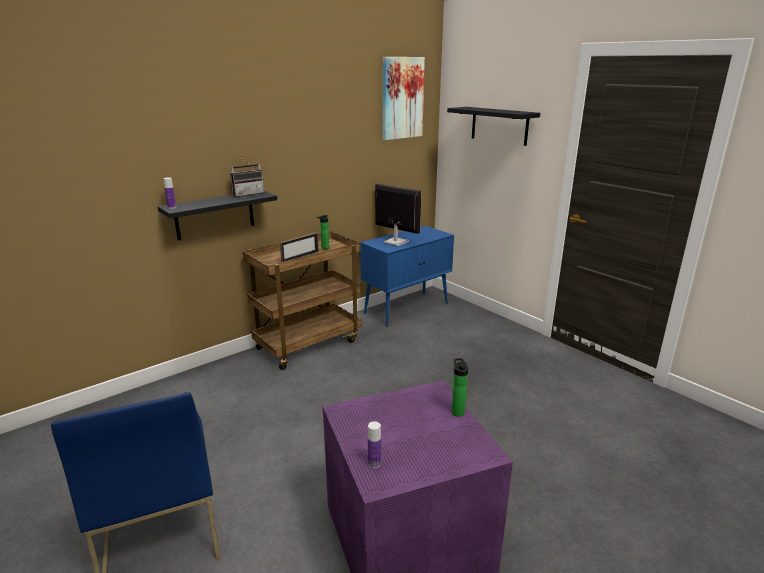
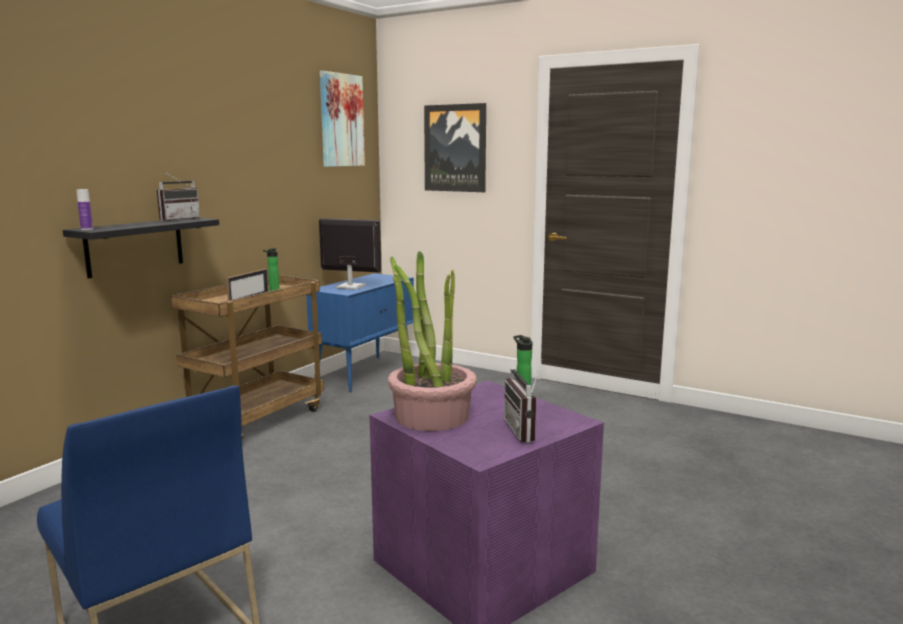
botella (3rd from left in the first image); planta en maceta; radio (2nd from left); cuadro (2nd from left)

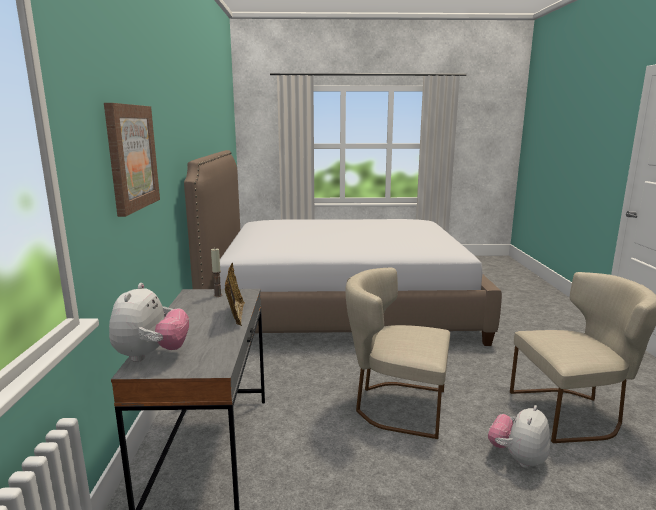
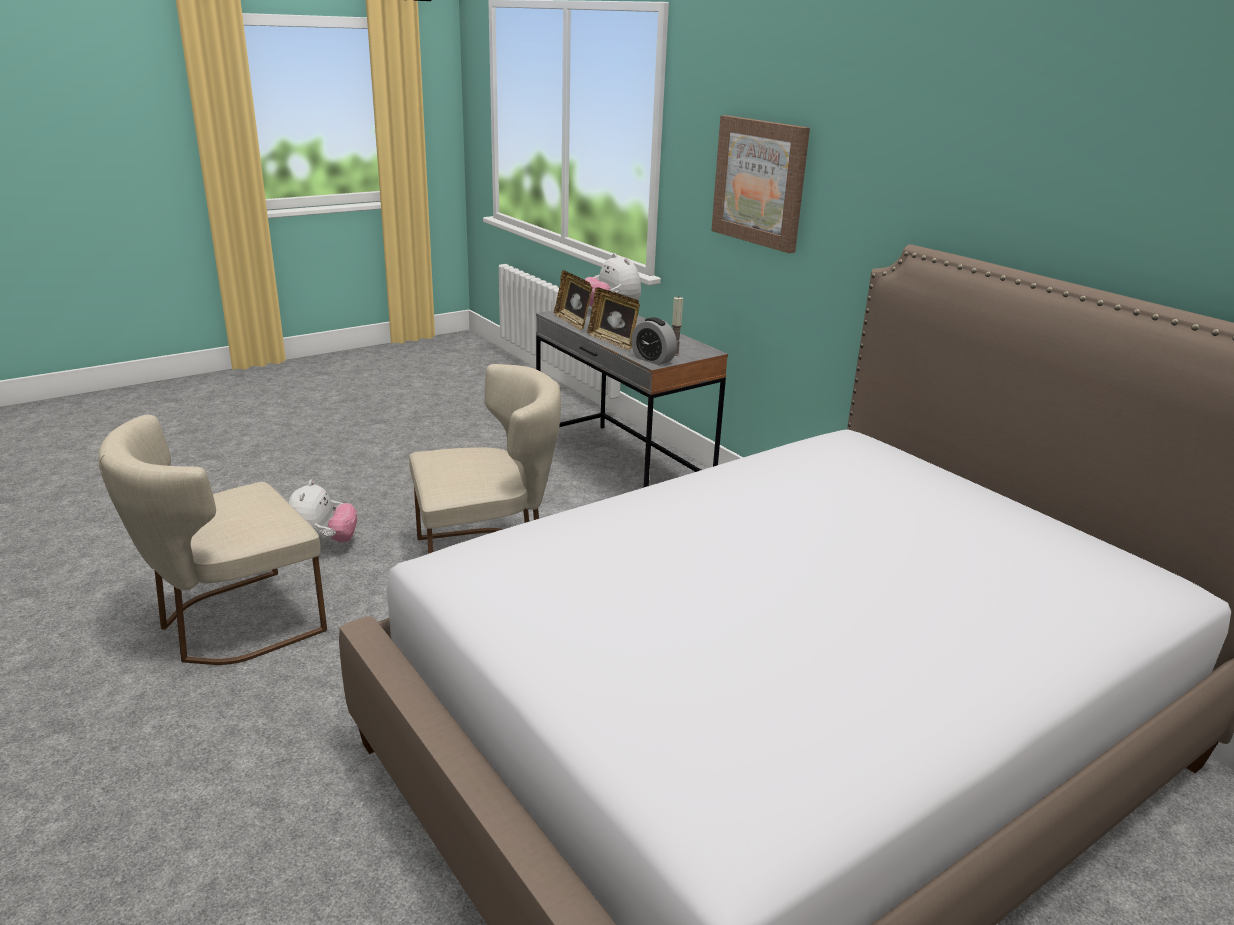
portarretratos (1st from left); despertador

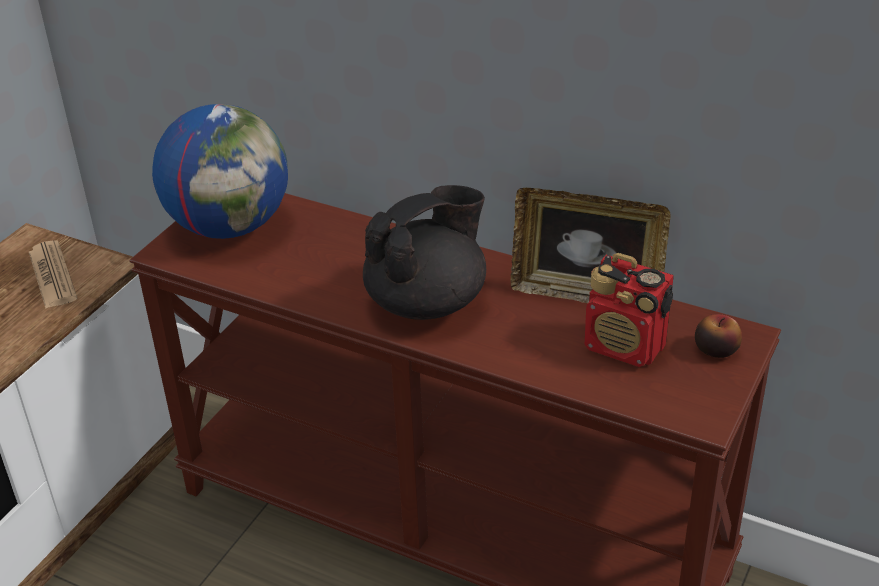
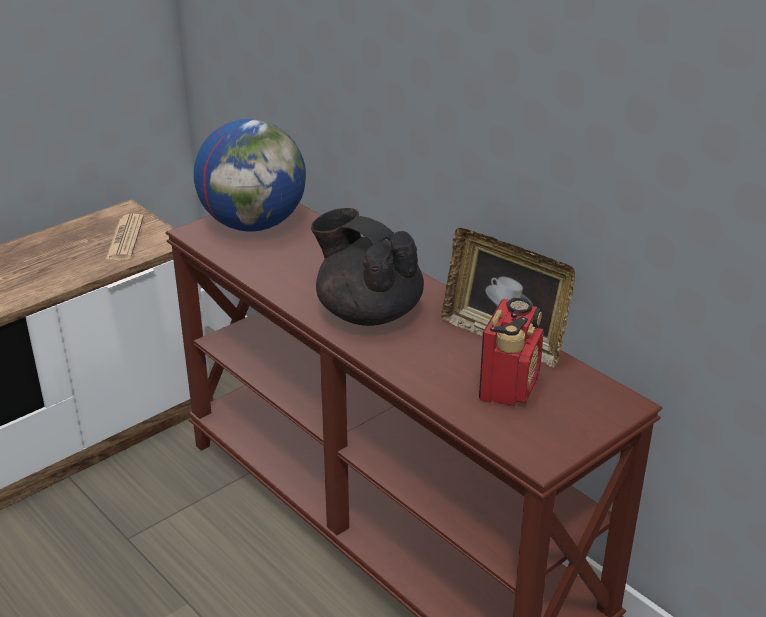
manzana; tetera/negro; radio

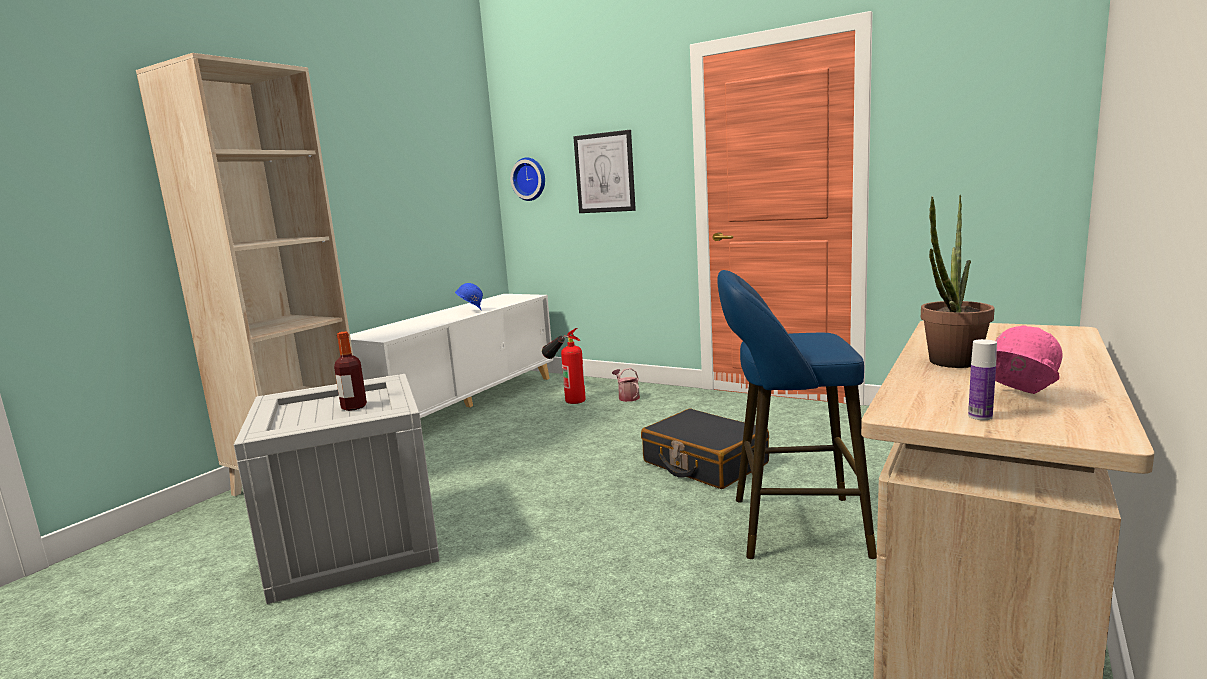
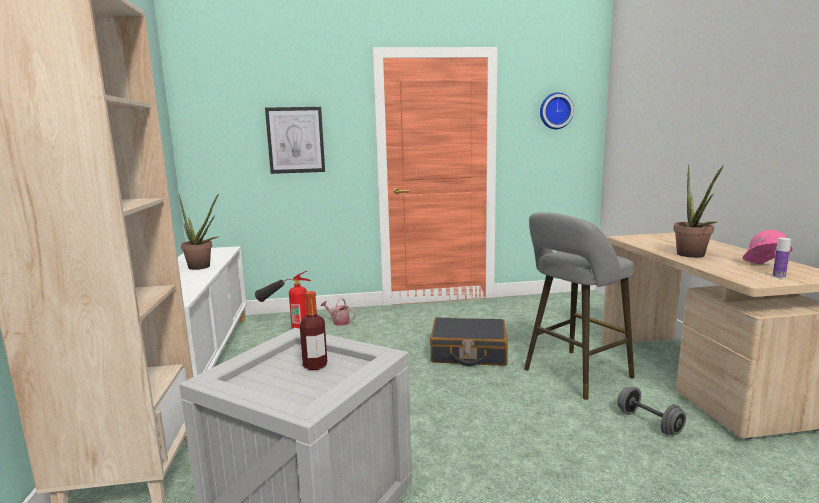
mancuerna/gris; reloj de pared; planta en maceta (1st from left); taburete/gris

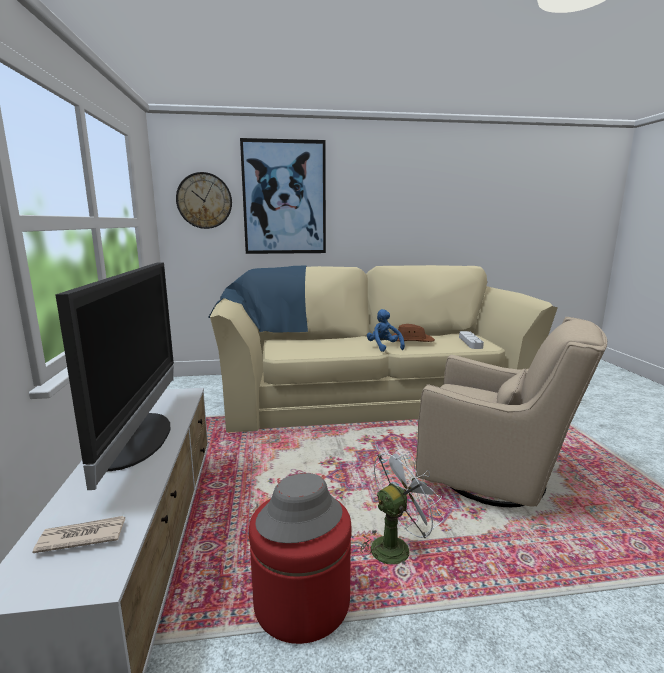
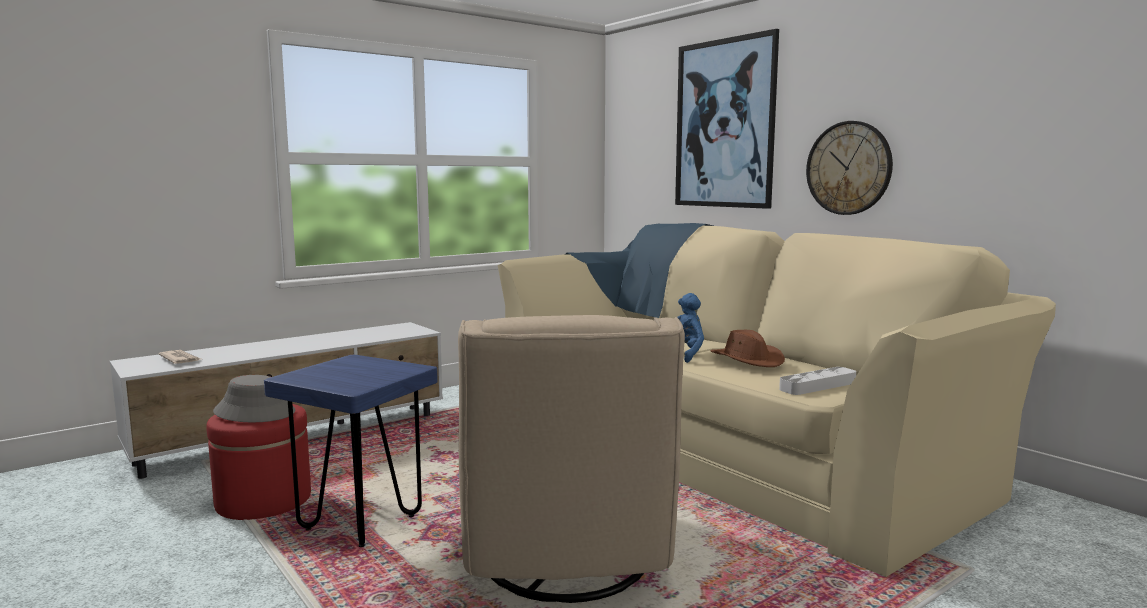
televisor; reloj de pared; taburete/azul

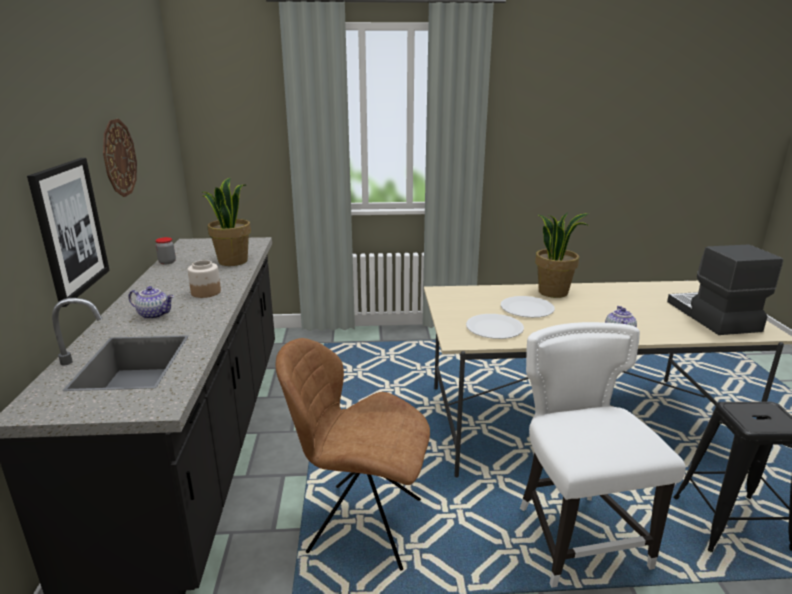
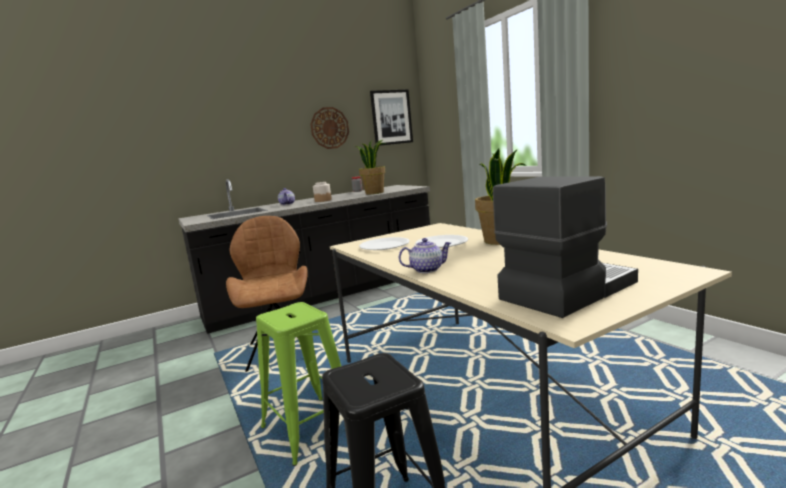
cuadro; taburete/verde

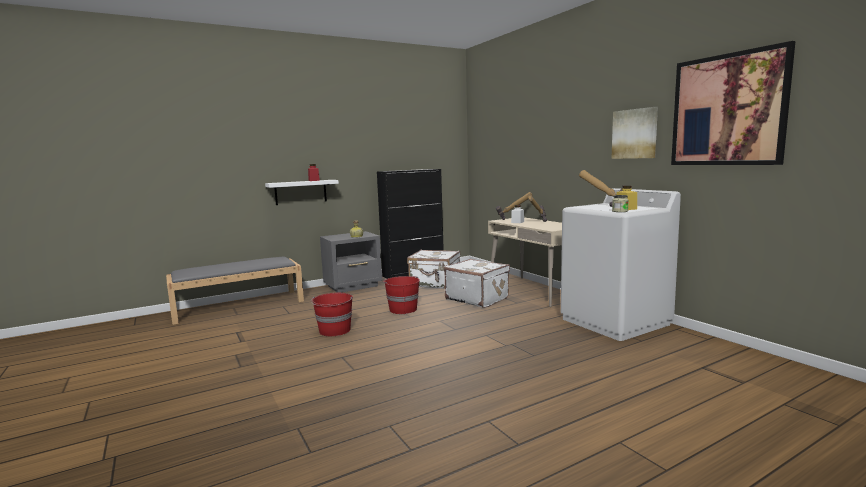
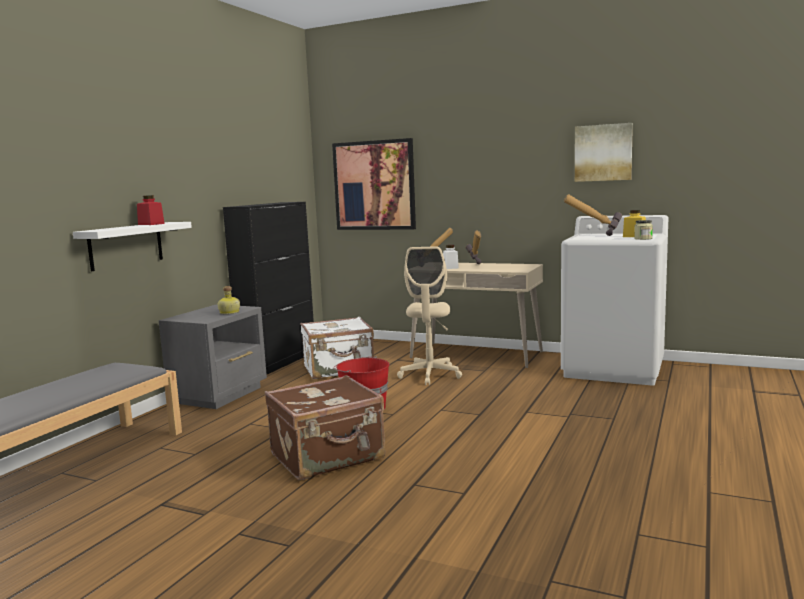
cuadro (1st from left); maleta/marrón; silla de oficina/beis

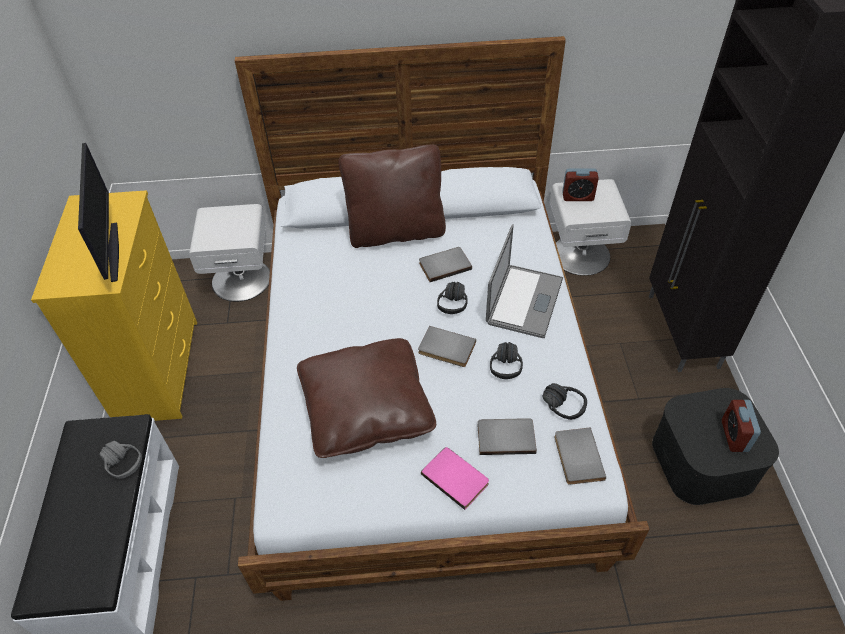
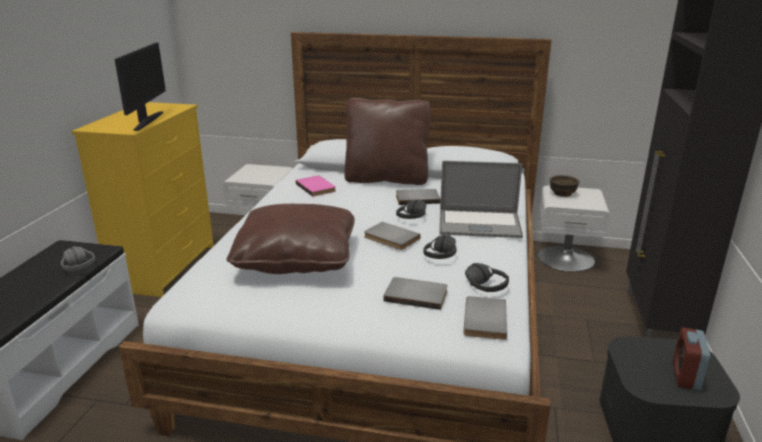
libro/rosa; cuenco/marrón; portátil

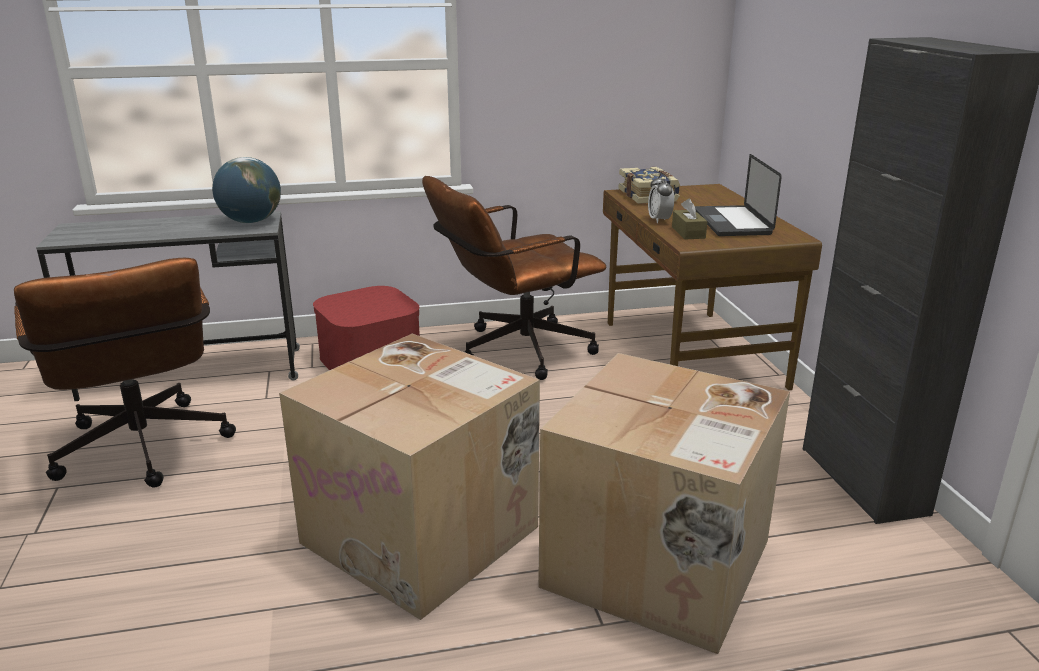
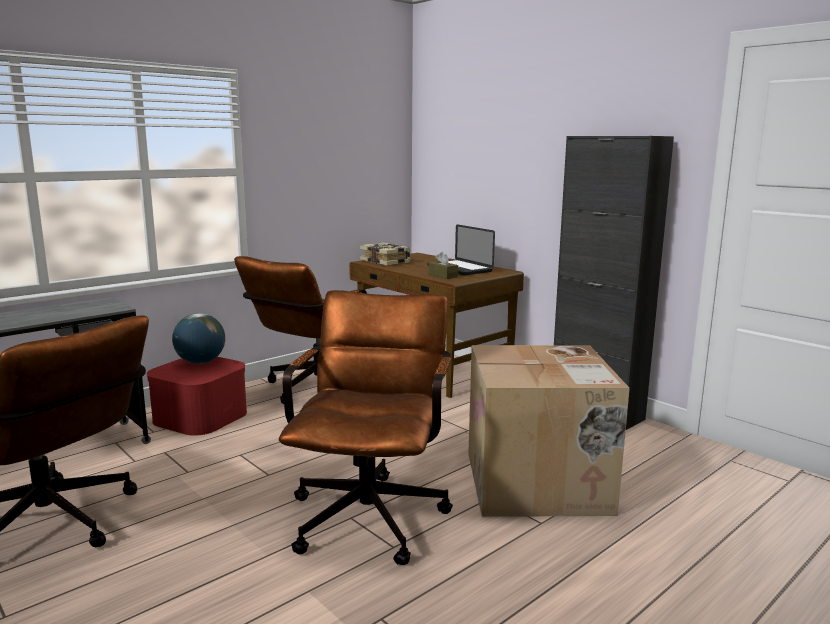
despertador; globo terráqueo; silla de oficina/marrón (3rd from left)

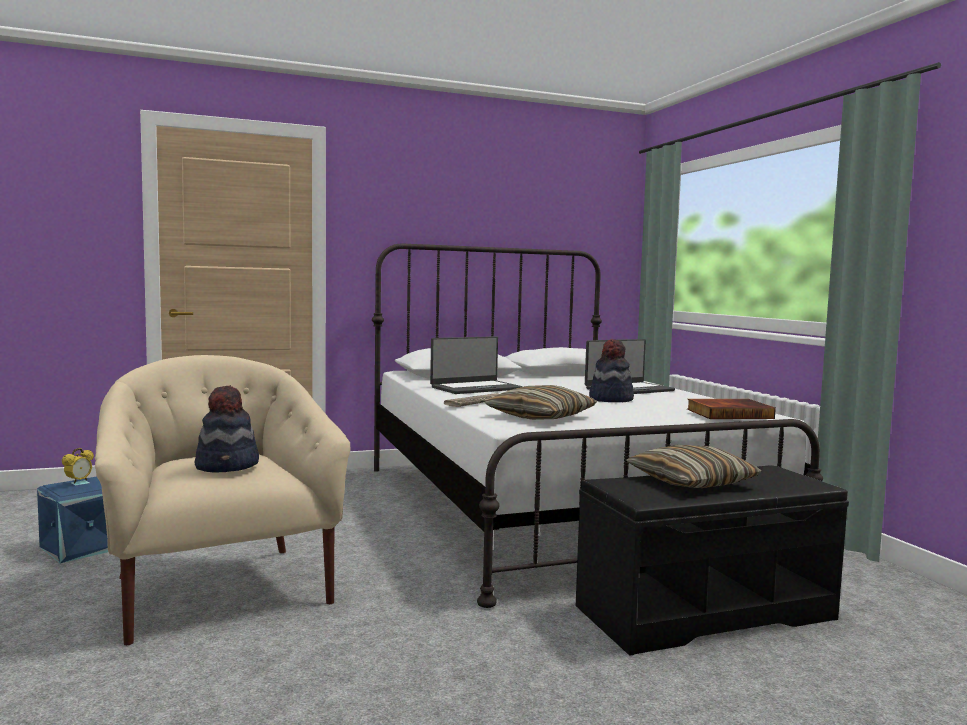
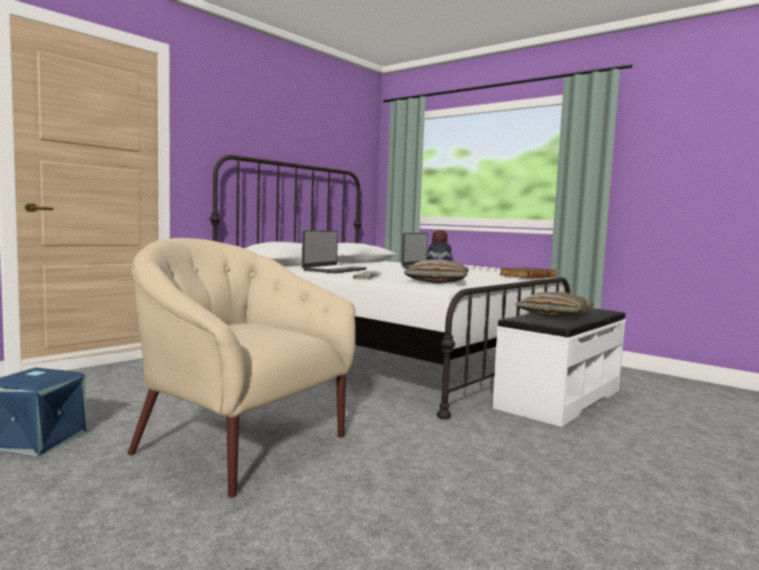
despertador; sombrero (1st from left in the first image); banco/blanco

